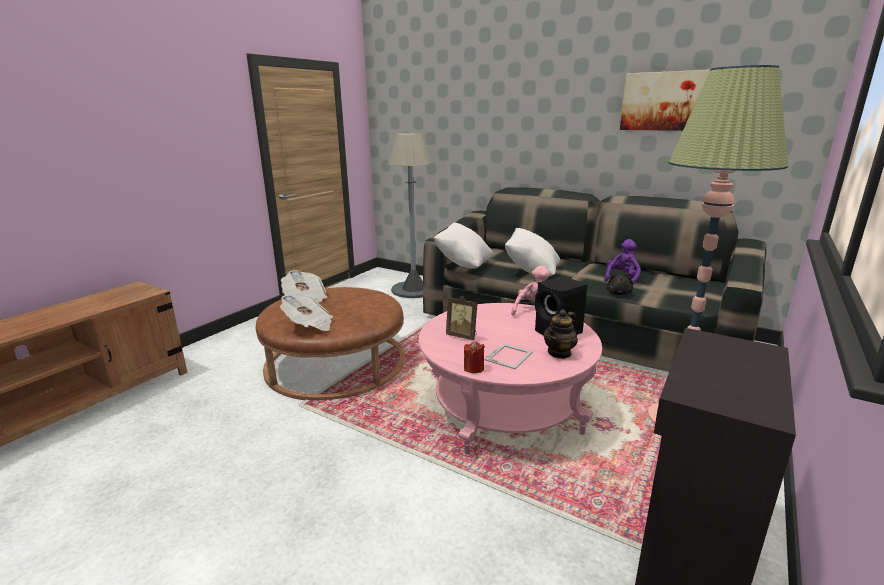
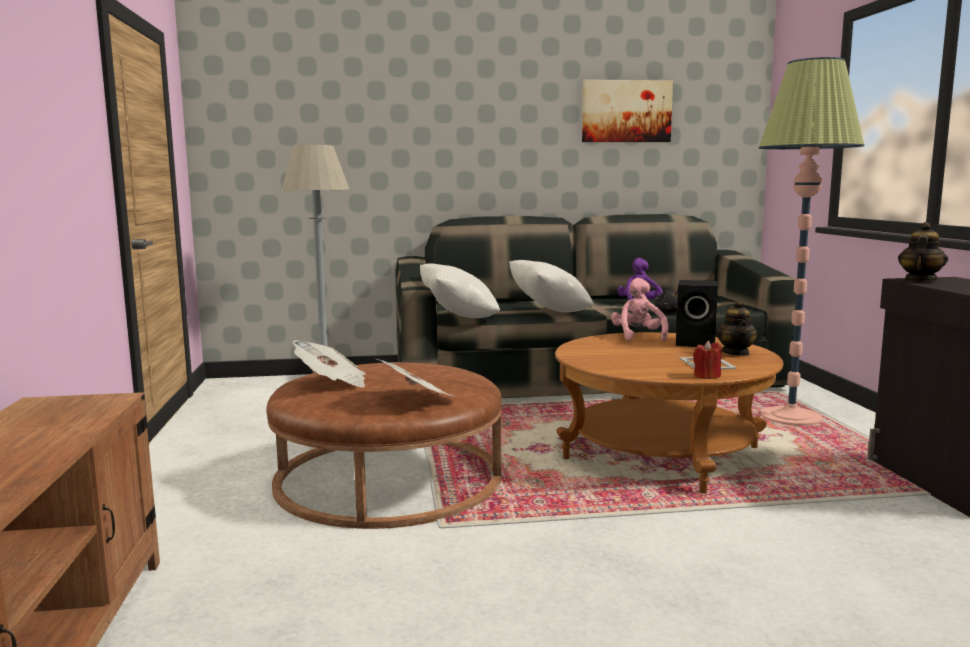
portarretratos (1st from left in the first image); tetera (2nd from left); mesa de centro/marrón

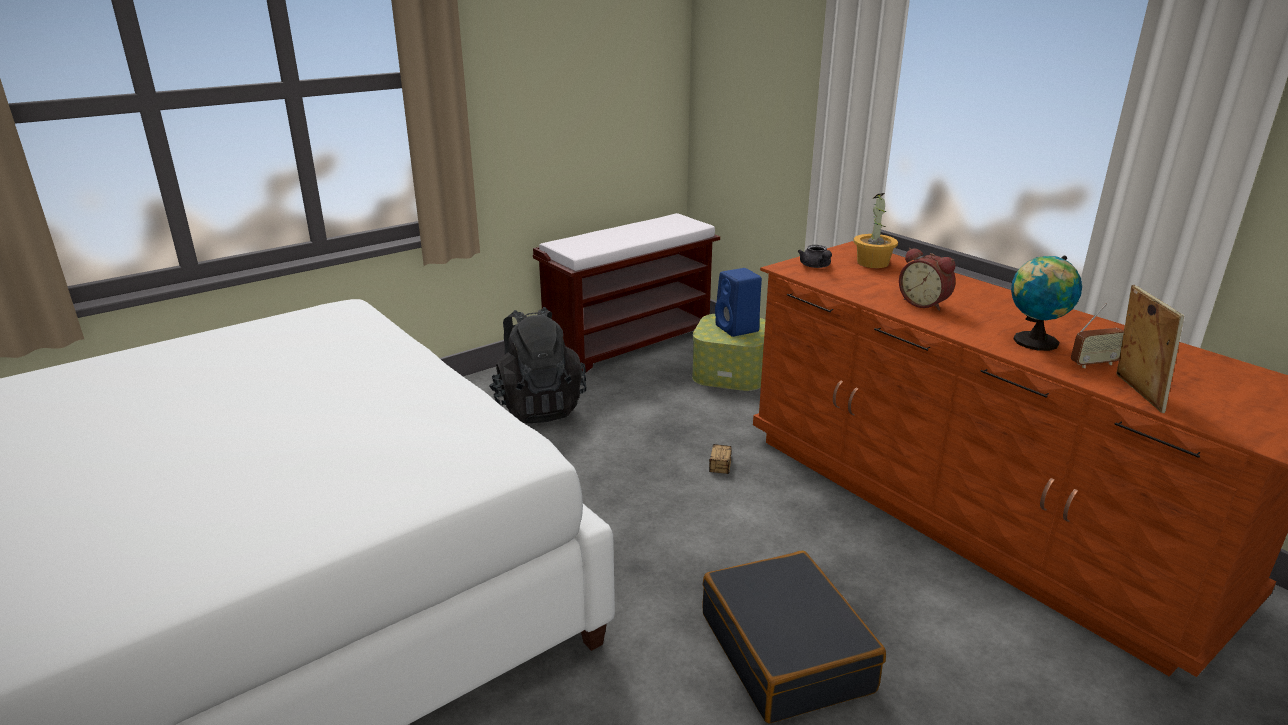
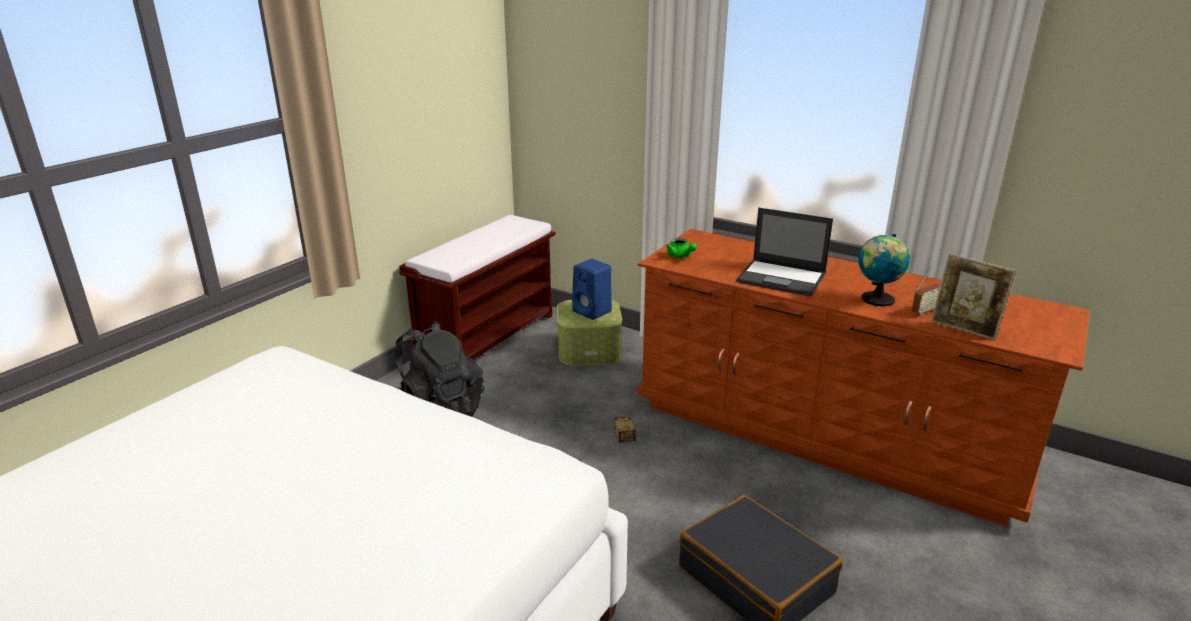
planta en maceta; portátil; tetera/verde; portarretratos

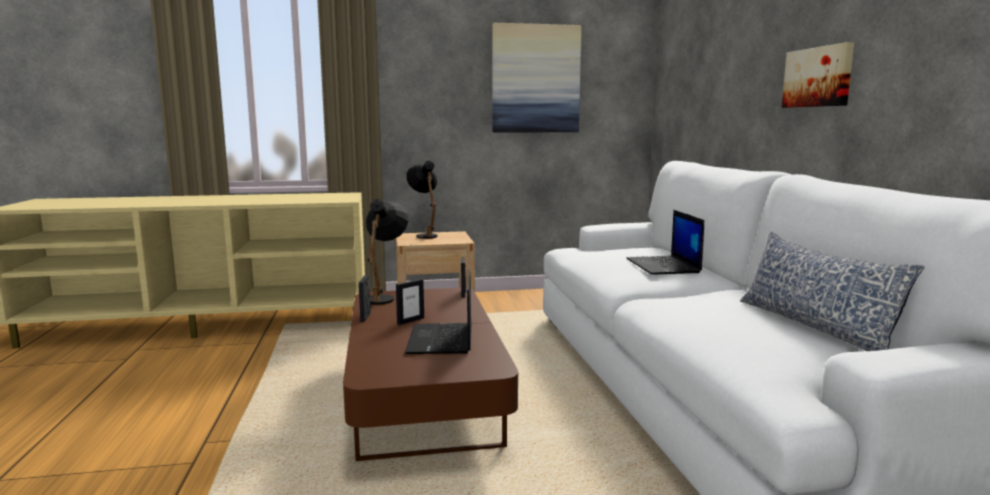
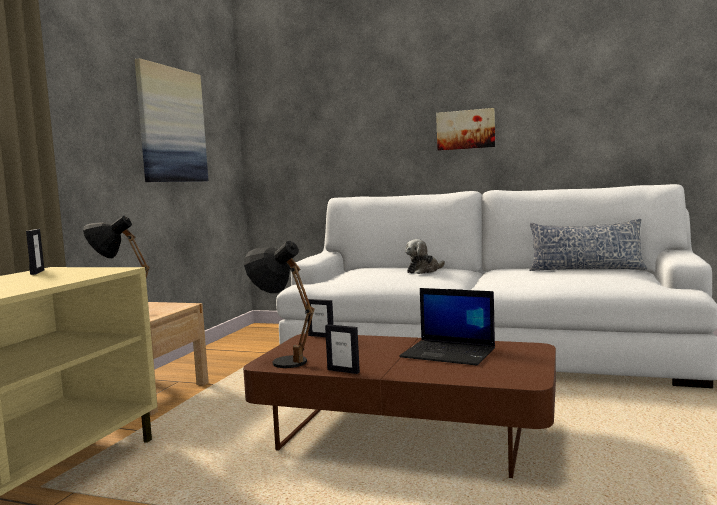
portarretratos (1st from left); peluche

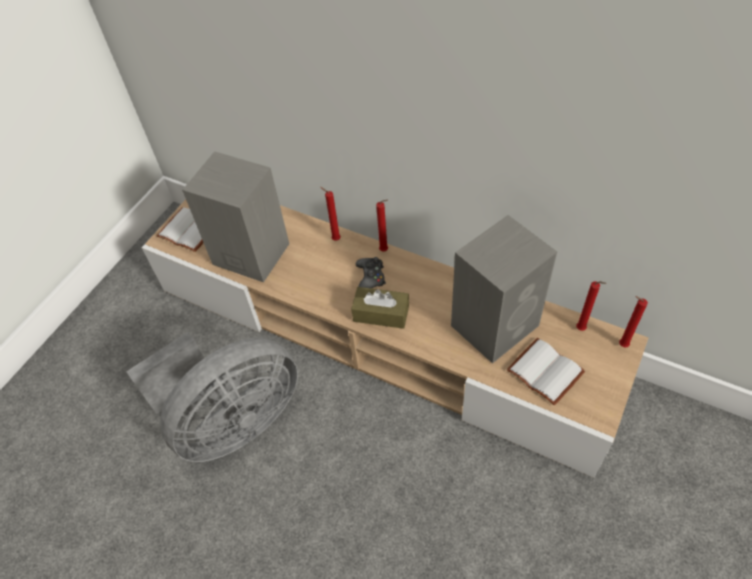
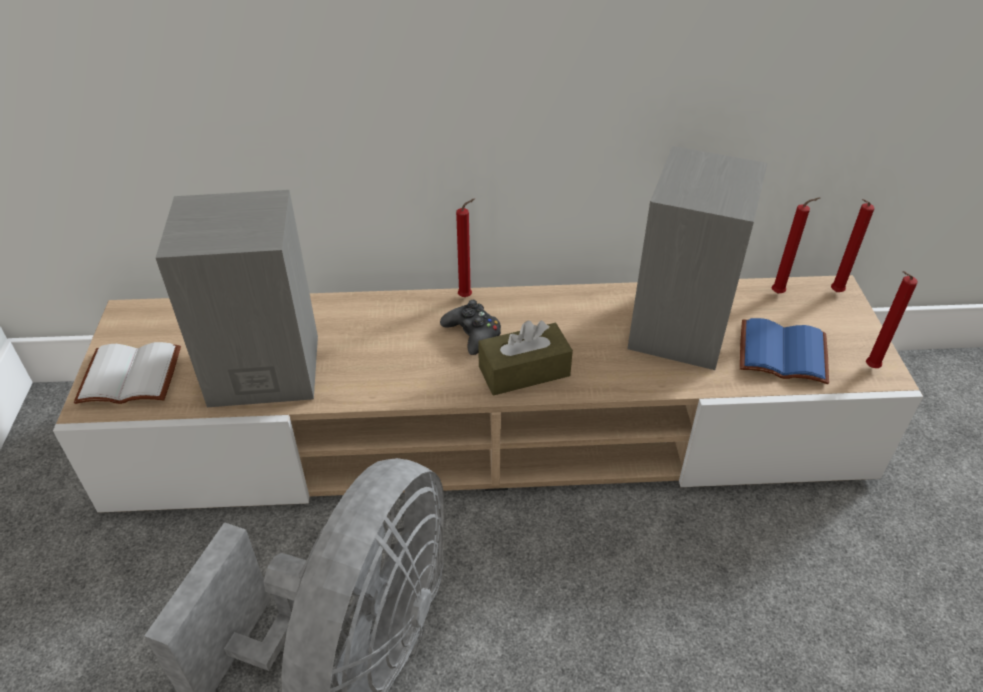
vela/rojo (4th from left); libro/azul

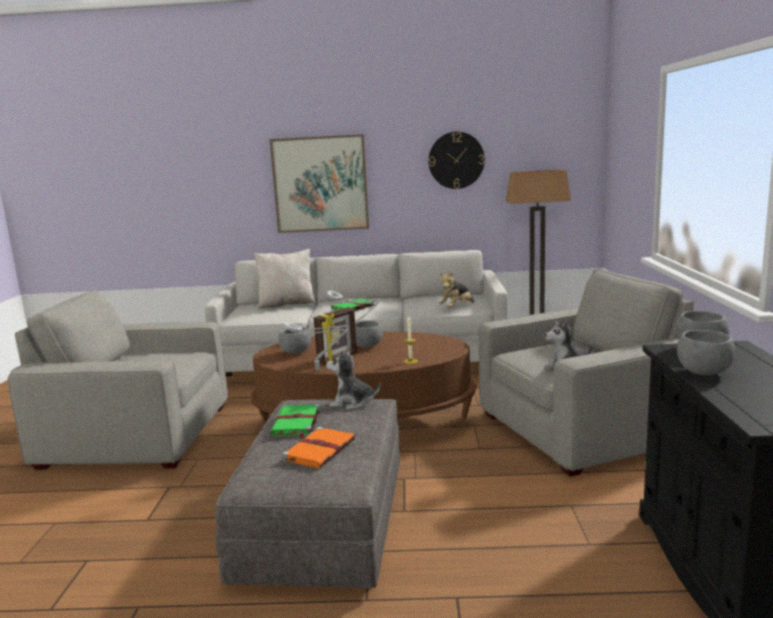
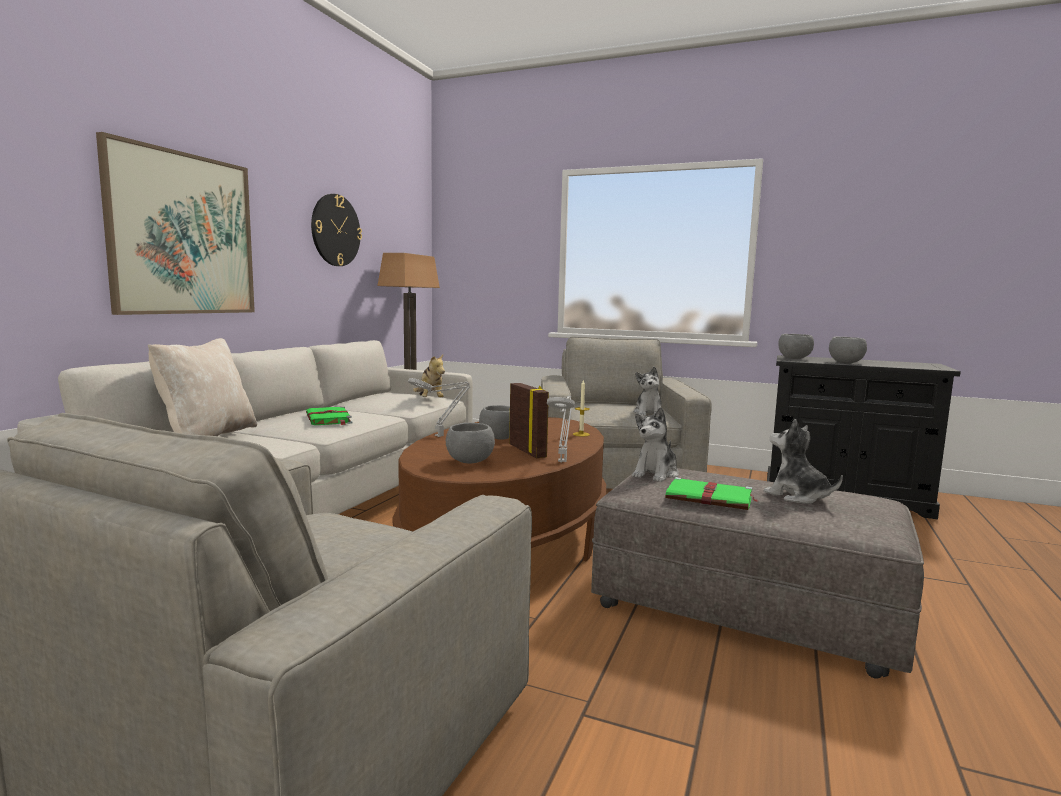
peluche (4th from left)

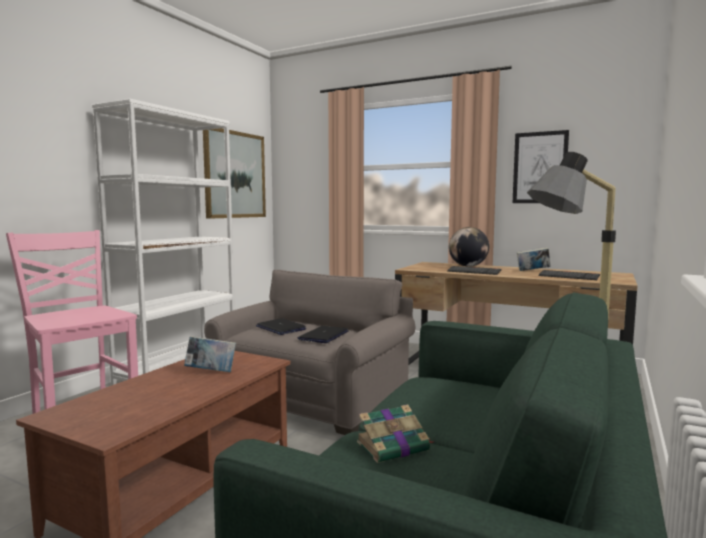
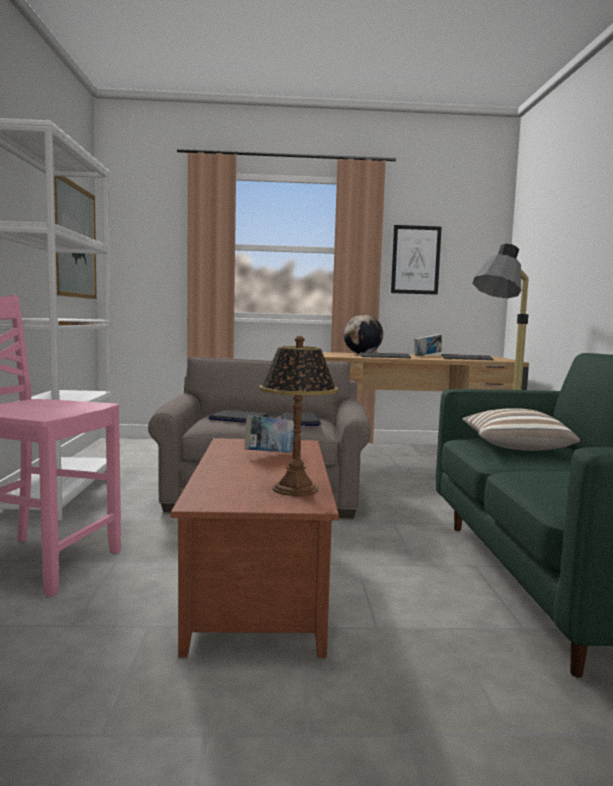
libro (2nd from left in the first image); lámpara de mesa; cojín

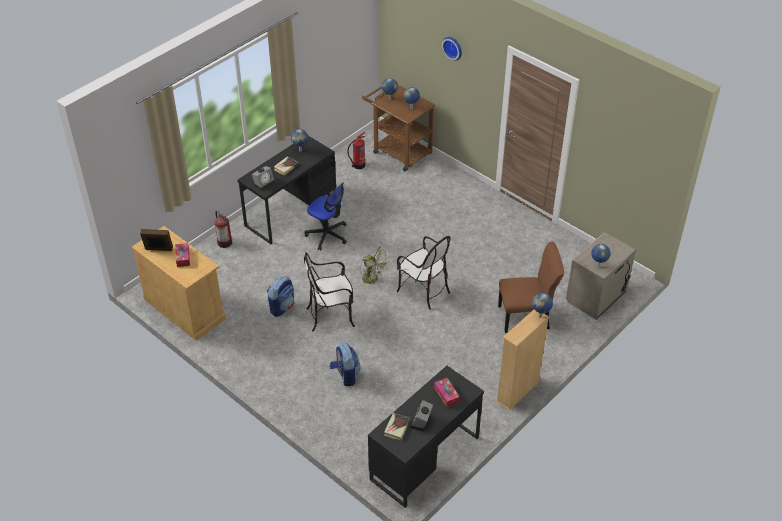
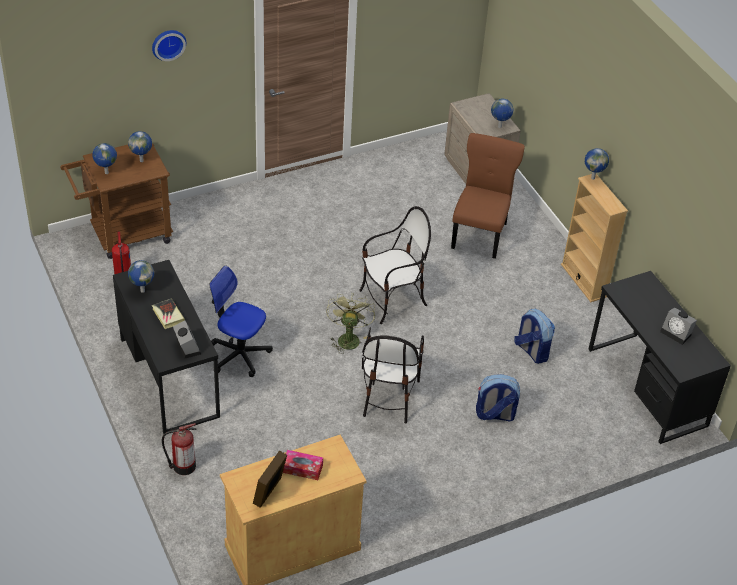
libro (2nd from left in the first image); caja de pañuelos (2nd from left in the first image); mochila (2nd from left); silla de oficina; ventilador/verde

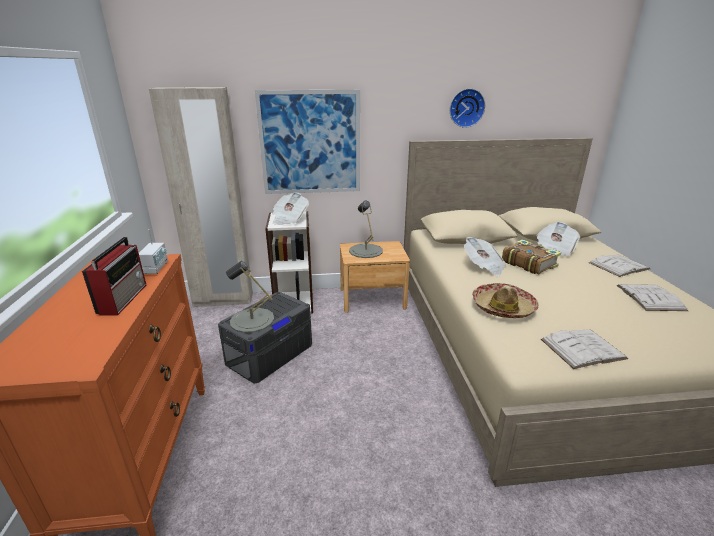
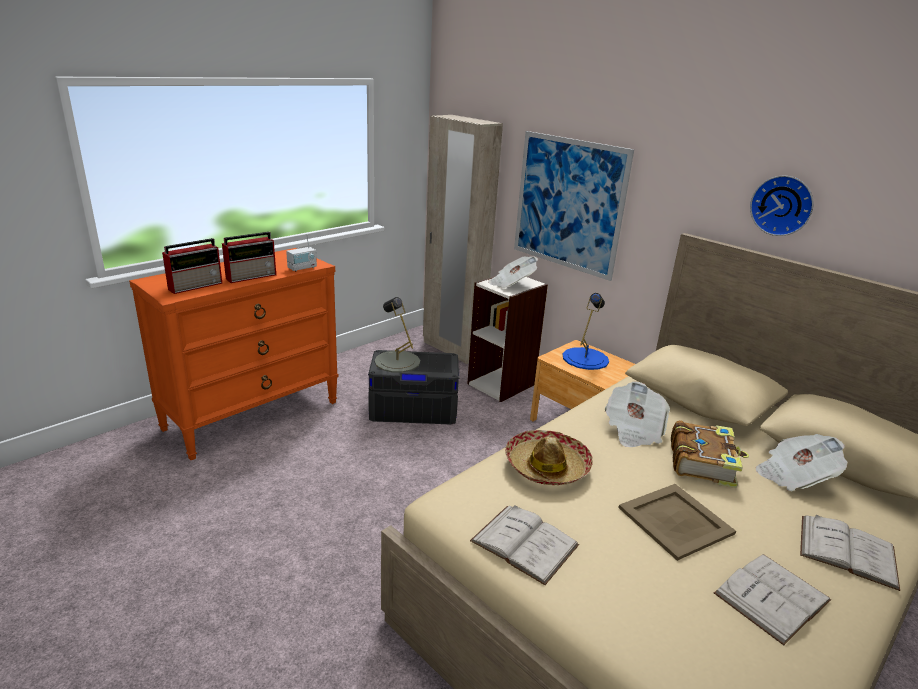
radio (1st from left); bandeja/beis; lámpara de mesa/azul

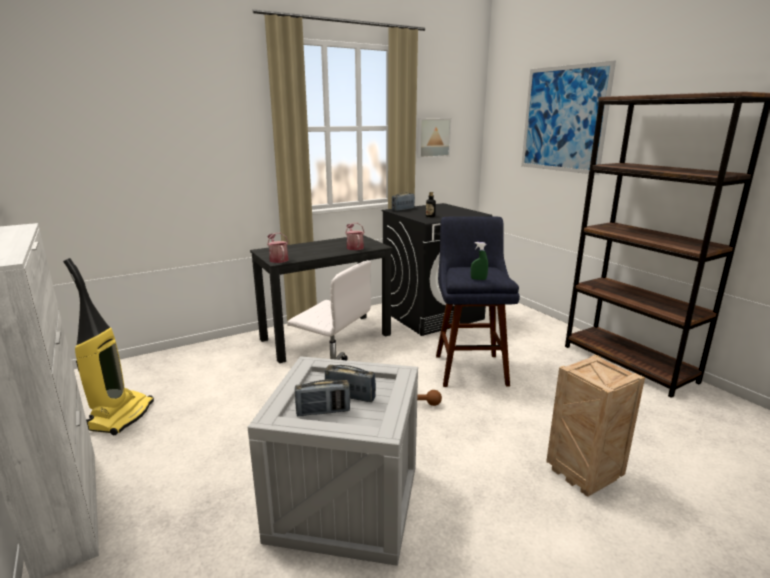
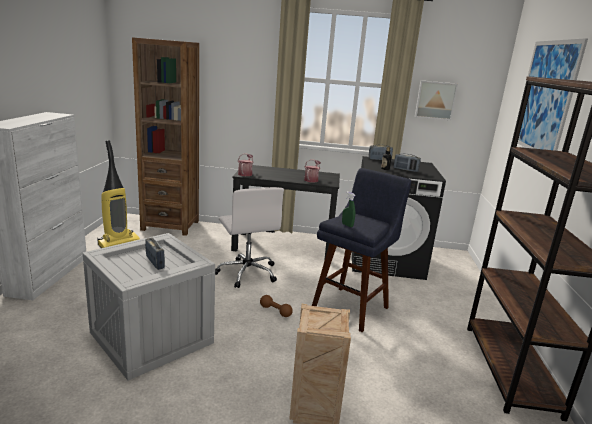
estantería/marrón (1st from left); radio (3rd from left)

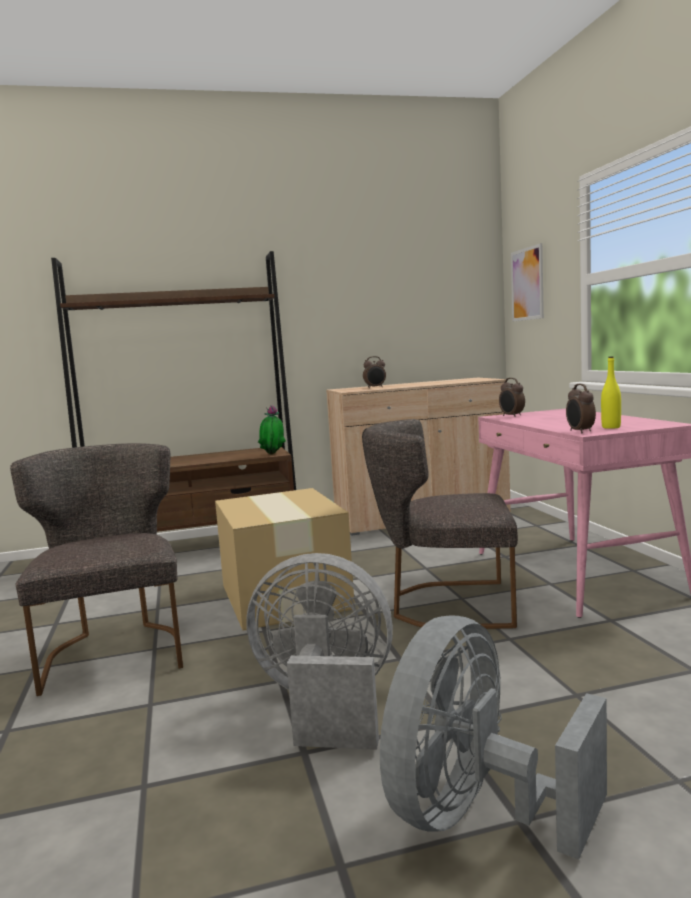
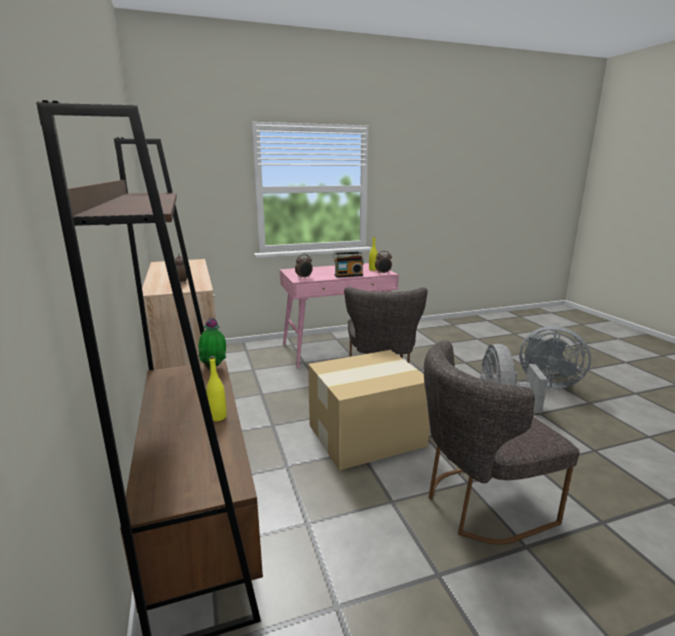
cuadro; botella/amarillo (1st from left); radio

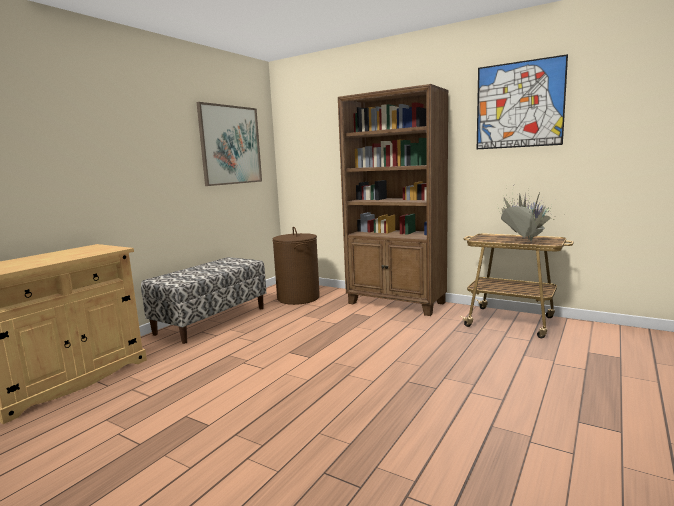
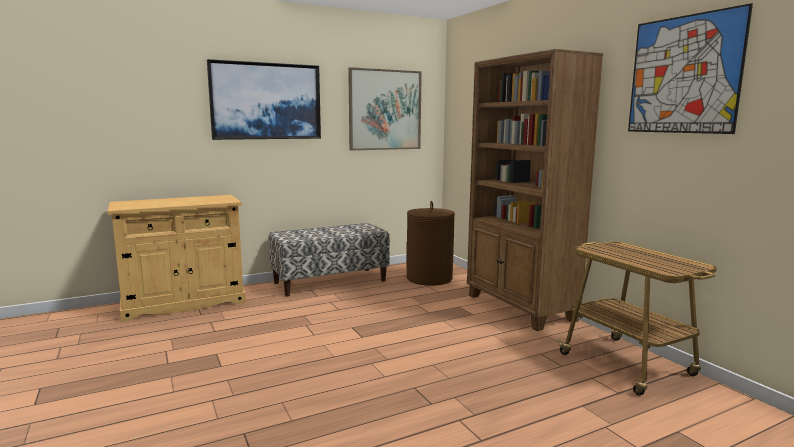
planta en maceta; cuadro (1st from left)

